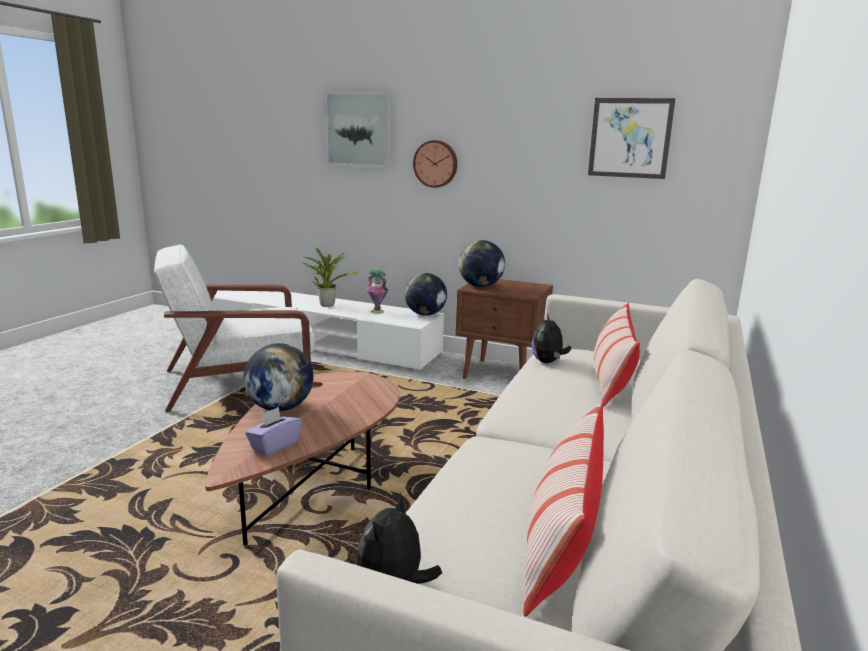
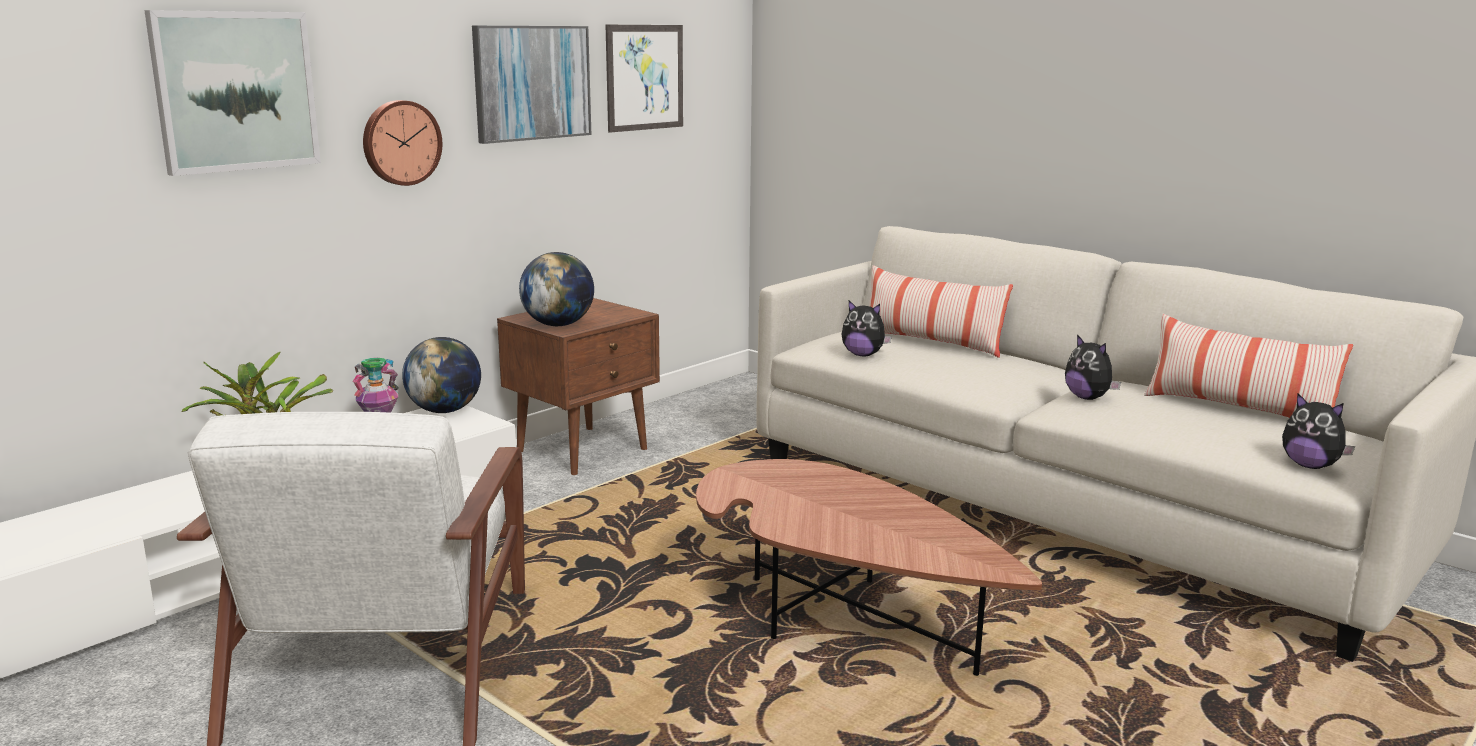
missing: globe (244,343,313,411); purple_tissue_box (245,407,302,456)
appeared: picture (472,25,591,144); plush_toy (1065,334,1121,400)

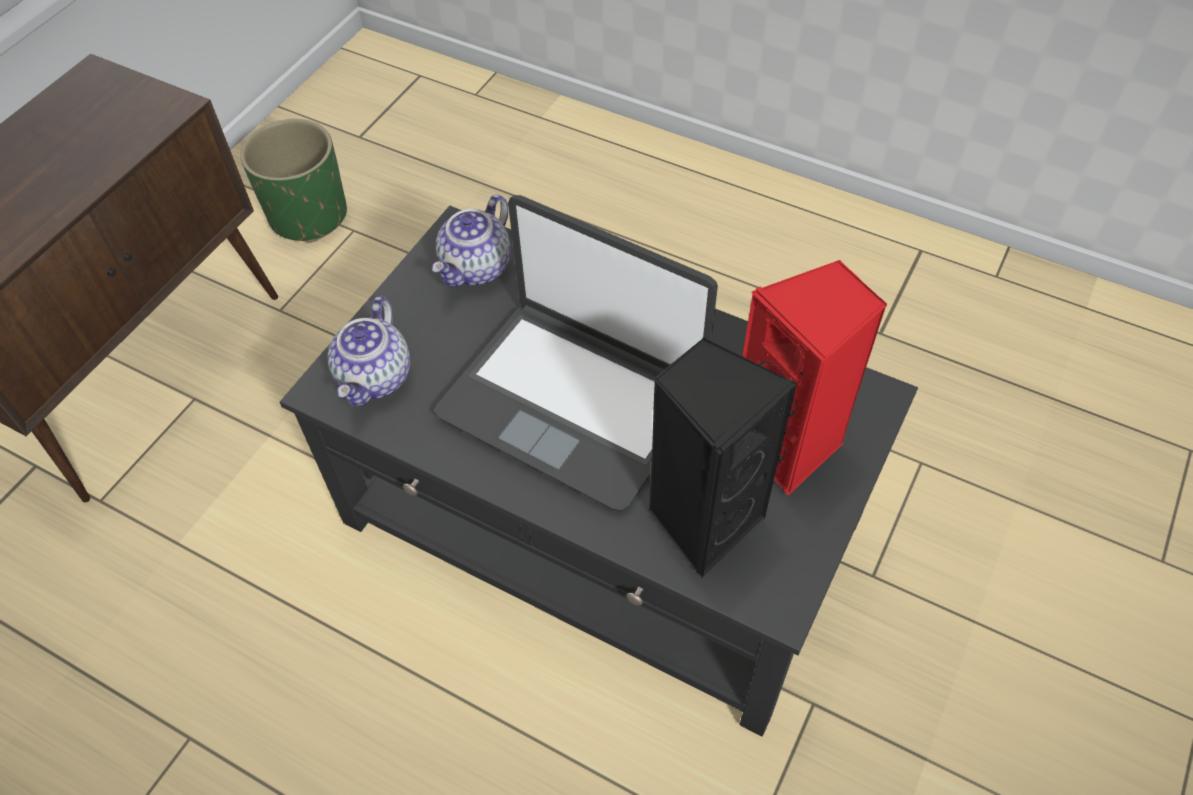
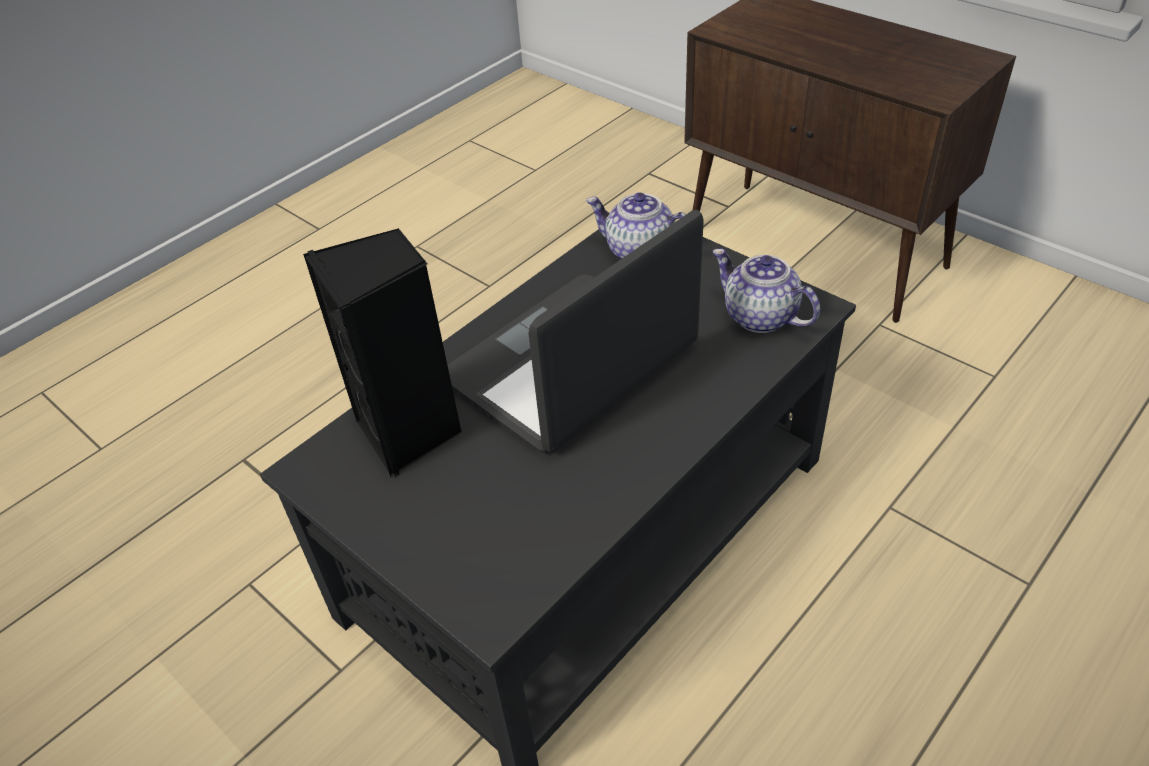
missing: green_planter (240,119,347,243); red_speaker (742,260,887,496)

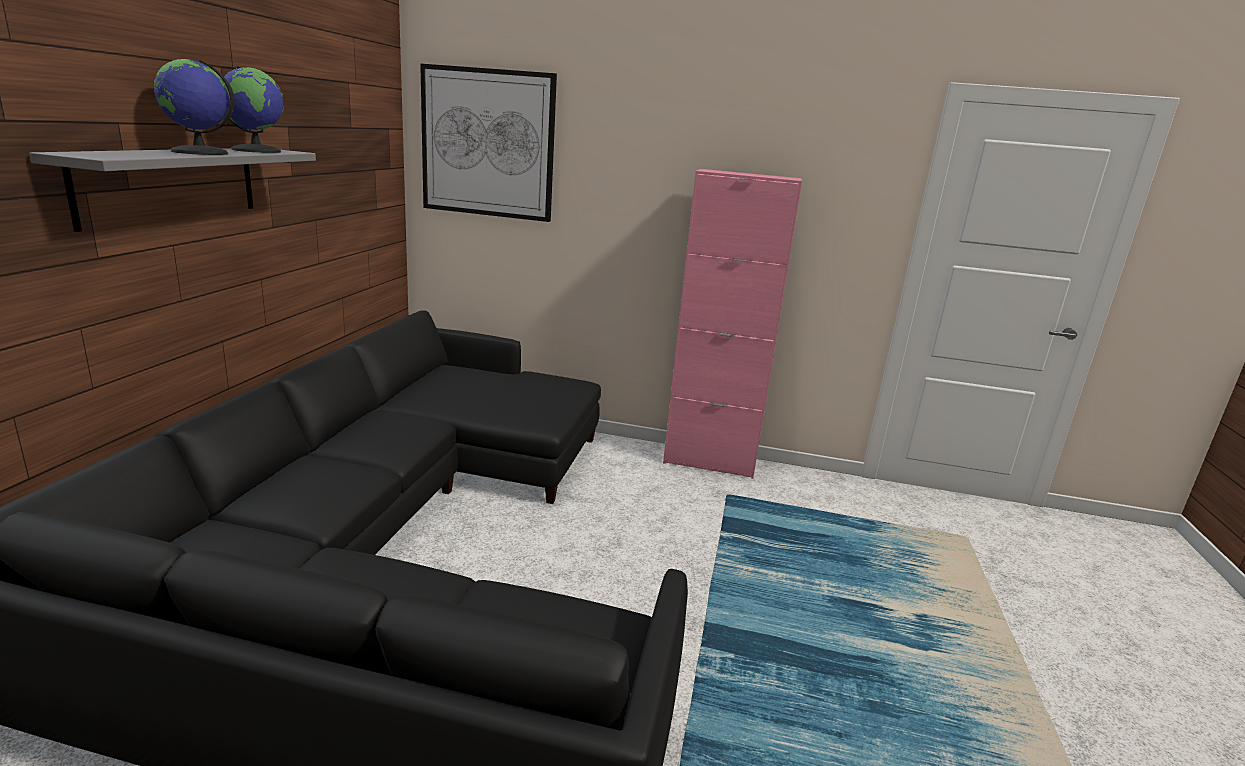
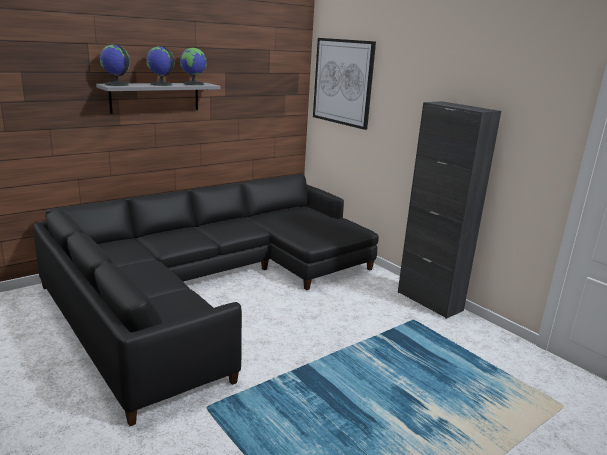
appeared: globe (100,45,130,86)
colour: pink_cabinet (663,169,802,479) to black_cabinet (398,101,501,319)

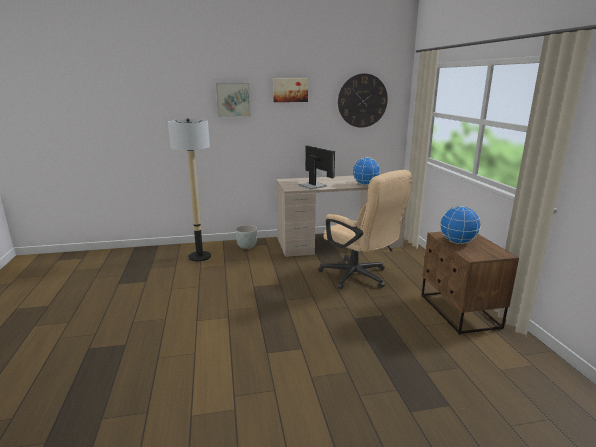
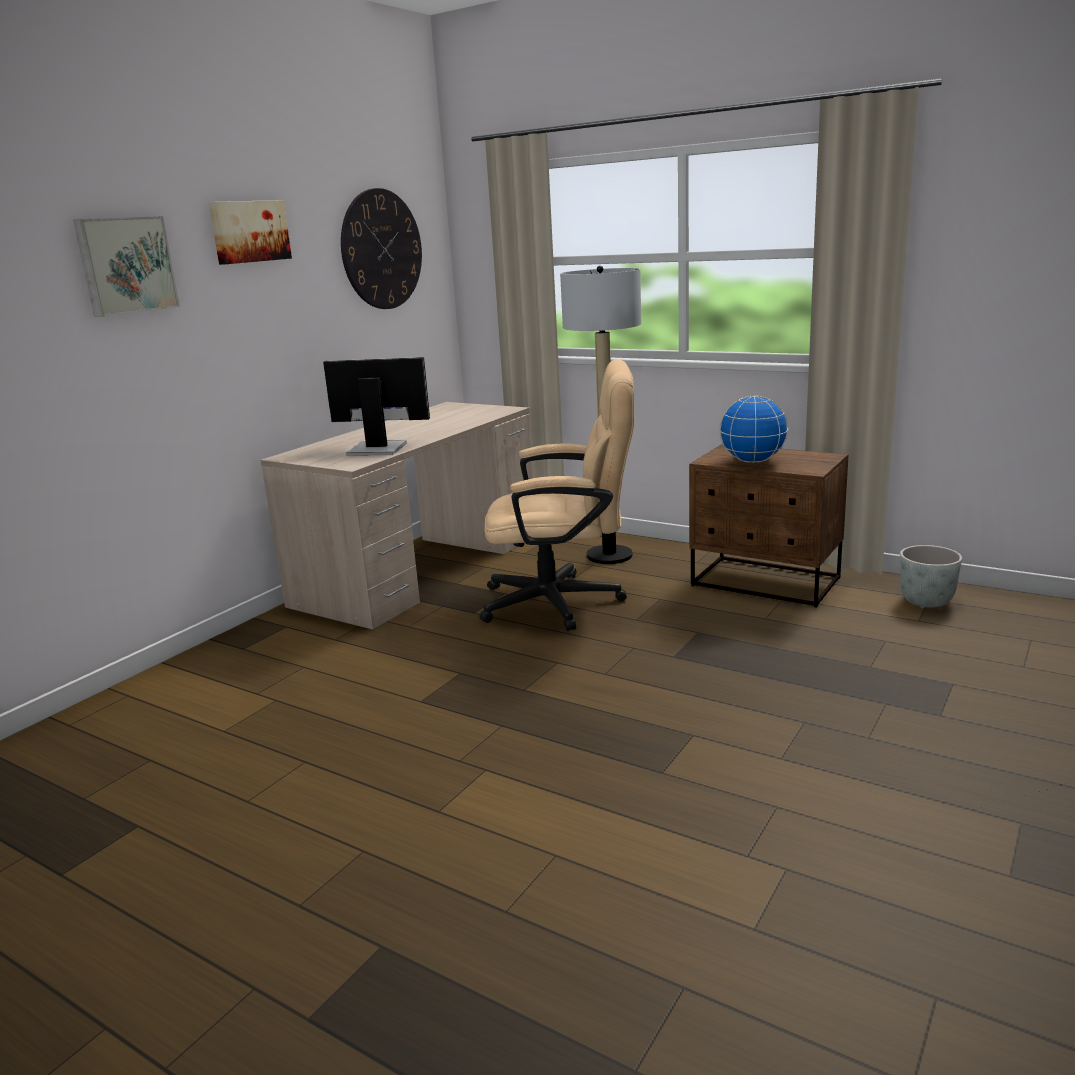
missing: globe (353,157,380,185)
relocated: floor_lamp (168,118,211,262) to (560,266,641,564); grey_planter (235,225,257,249) to (900,545,962,607)

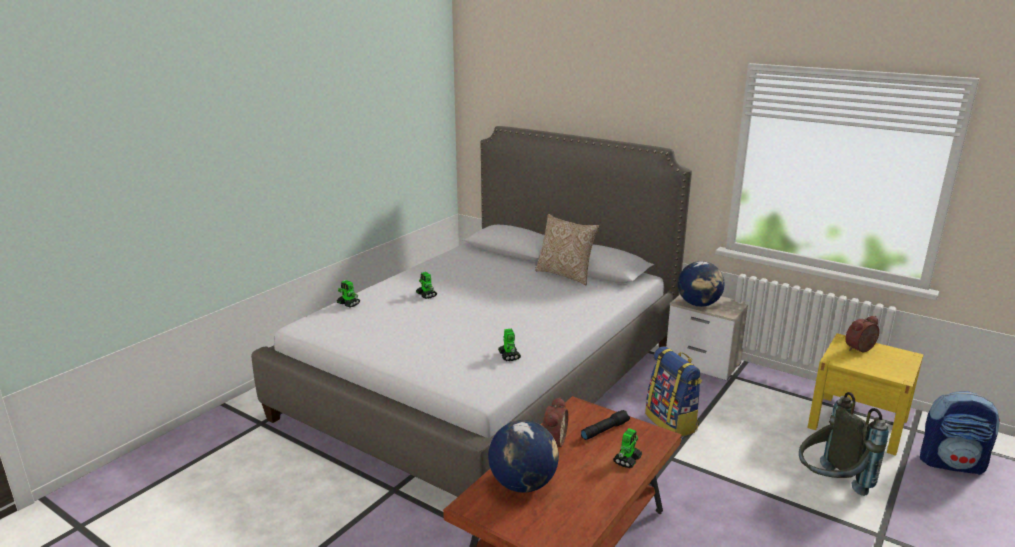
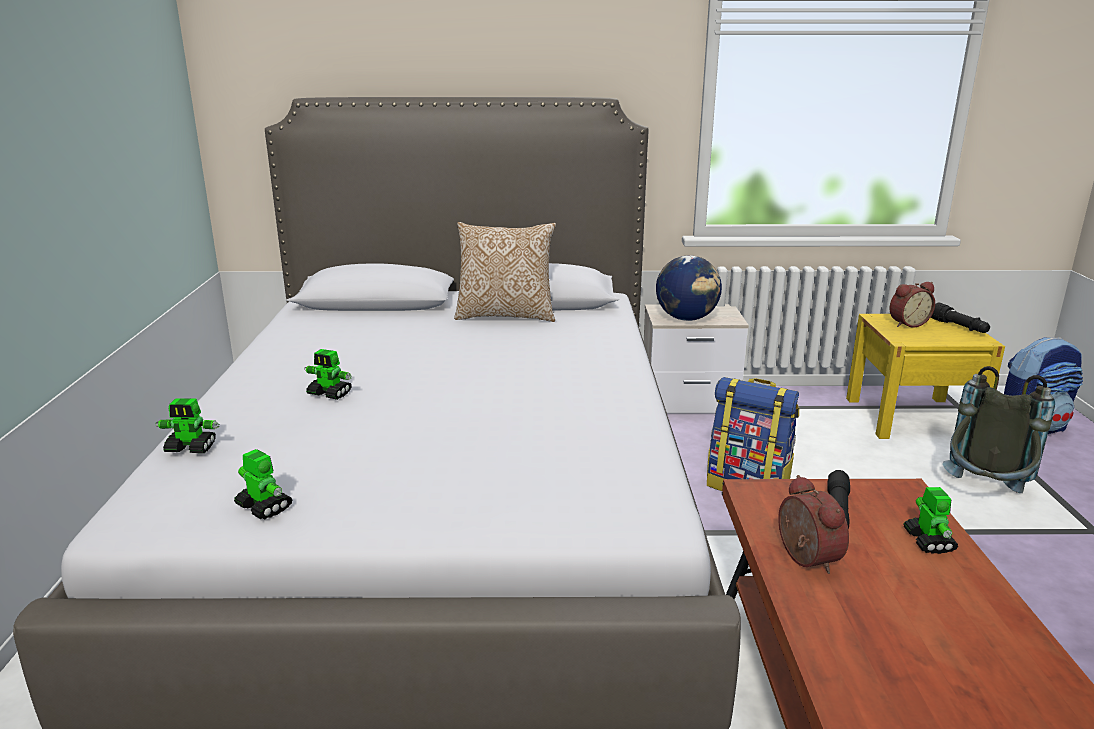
missing: globe (488,420,559,493)
appeared: black_flashlight (931,302,990,333)
relocated: toy_robot (498,329,521,361) to (234,449,292,520)
spun: alarm_clock (845,316,879,352) = (890,282,935,328) 135 degrees counterclockwise

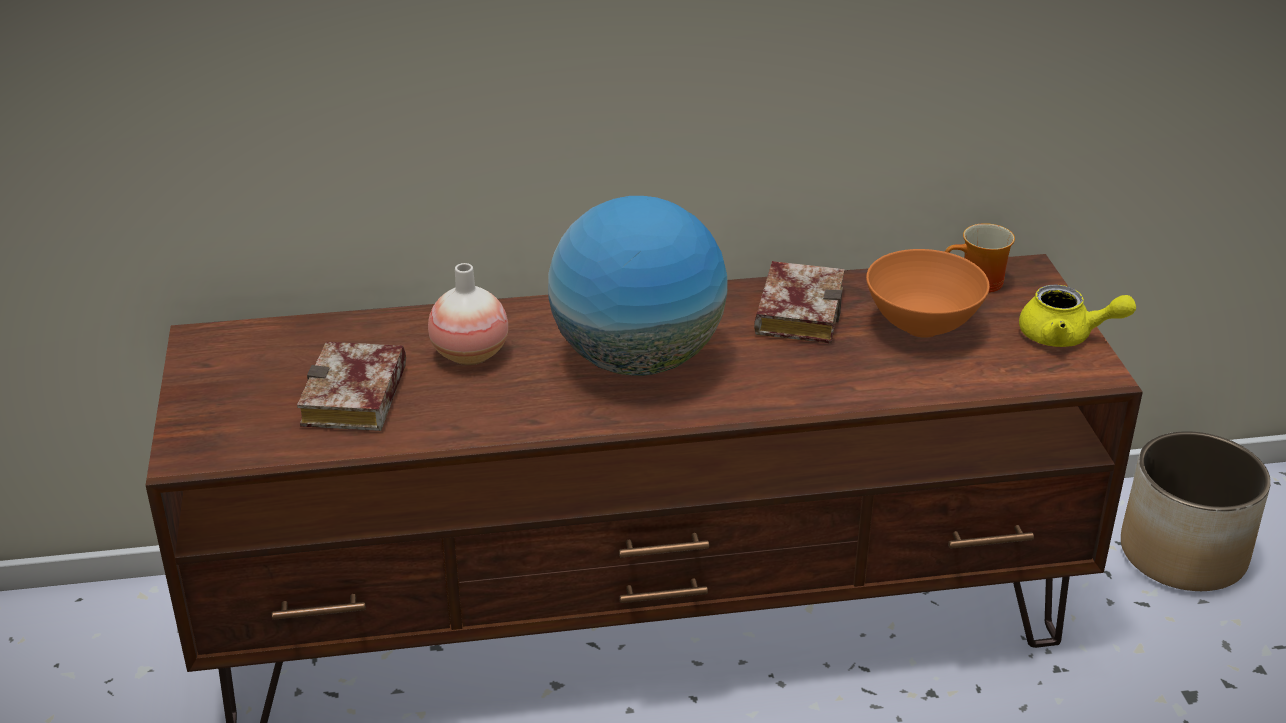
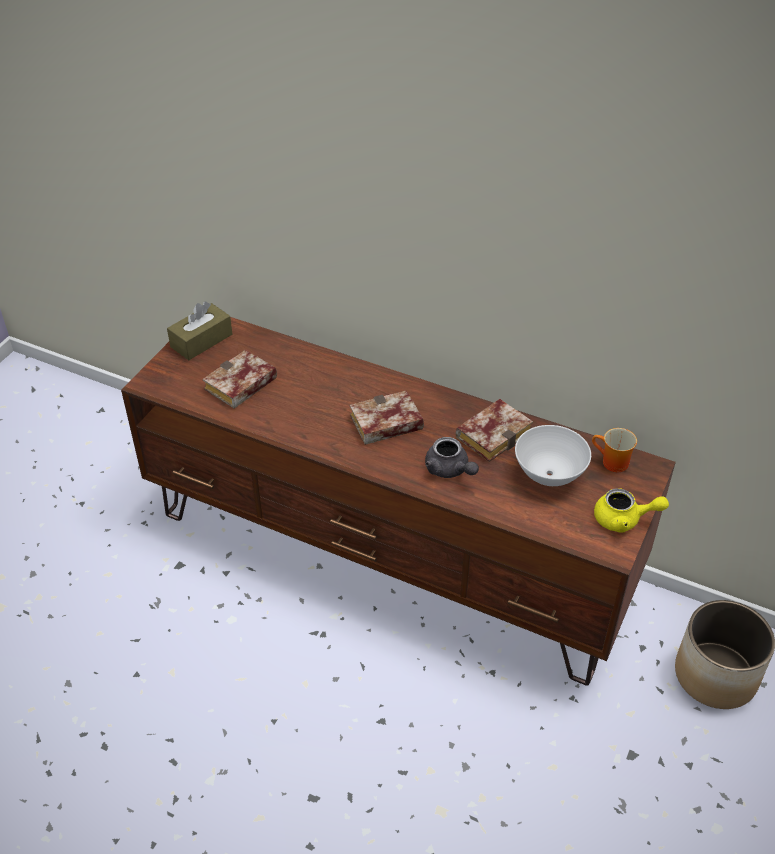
missing: vase (428,263,508,365)
appeared: brown_tissue_box (167,301,232,360); grey_teapot (425,437,479,478)
exchanged: globe (548,196,728,376) to book (350,390,424,445)
colour: orange_bowl (866,249,990,338) to white_bowl (515,425,591,486)
spun: yellow_teapot (1019,284,1136,347) = (594,488,669,533) 45 degrees counterclockwise

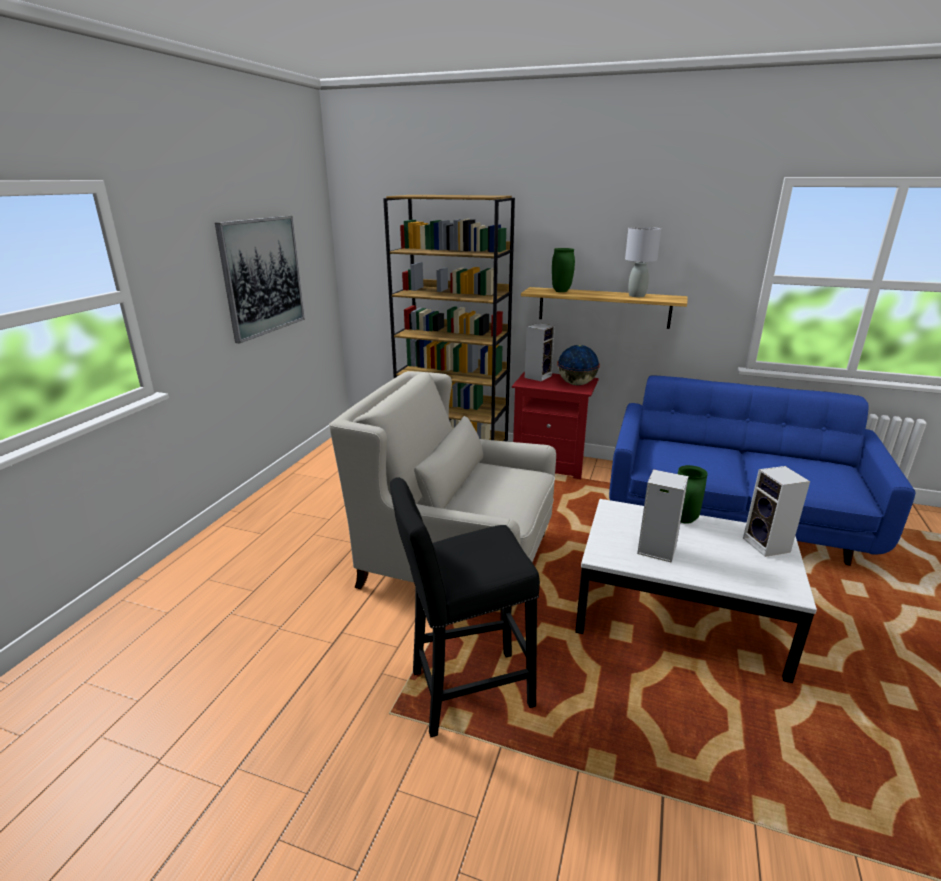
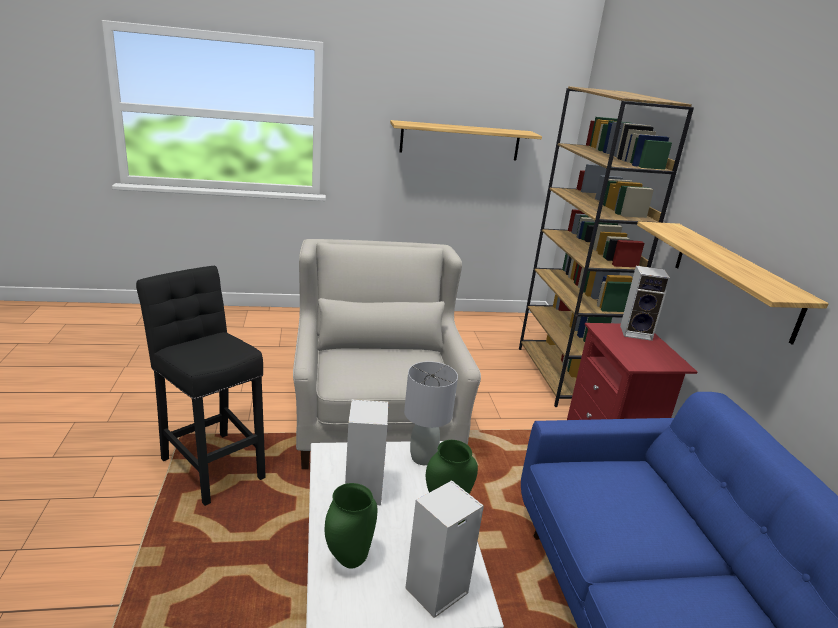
missing: globe (557,345,600,385)
relocated: green_vase (552,248,575,292) to (325,483,377,569); grey_table_lamp (625,227,661,297) to (404,361,458,465)
exchanged: picture (215,216,305,344) to shelf (390,120,542,160)

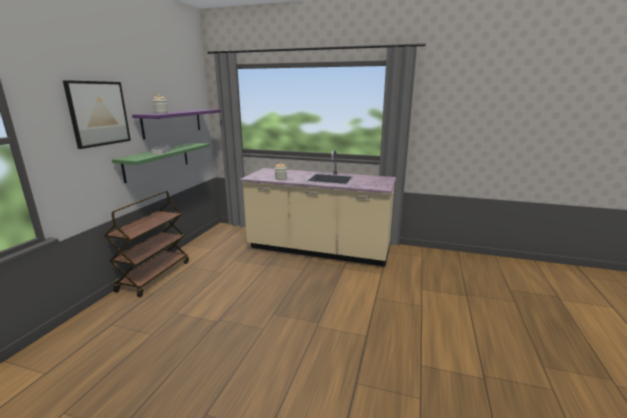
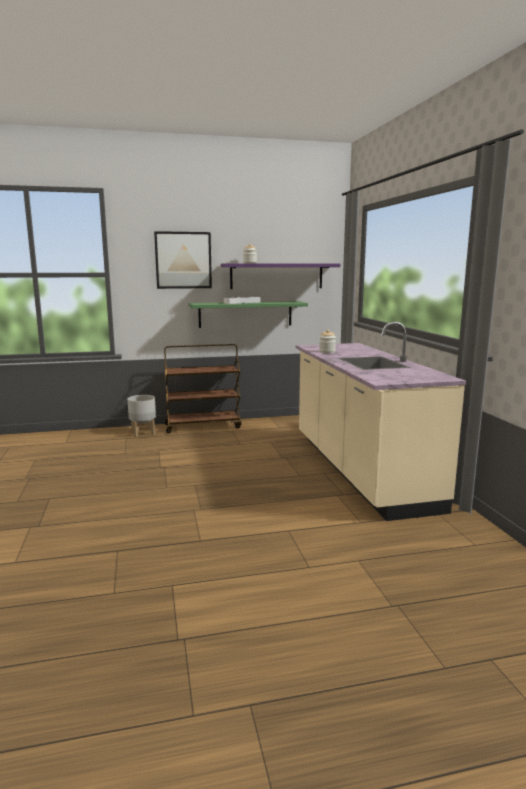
appeared: grey_planter (128,395,156,437)

